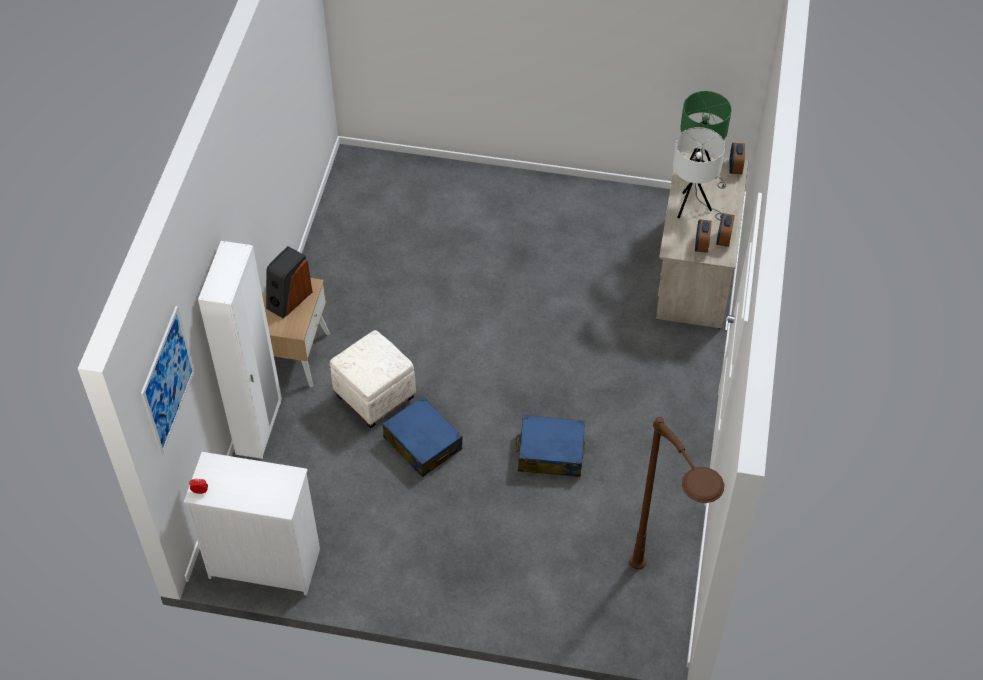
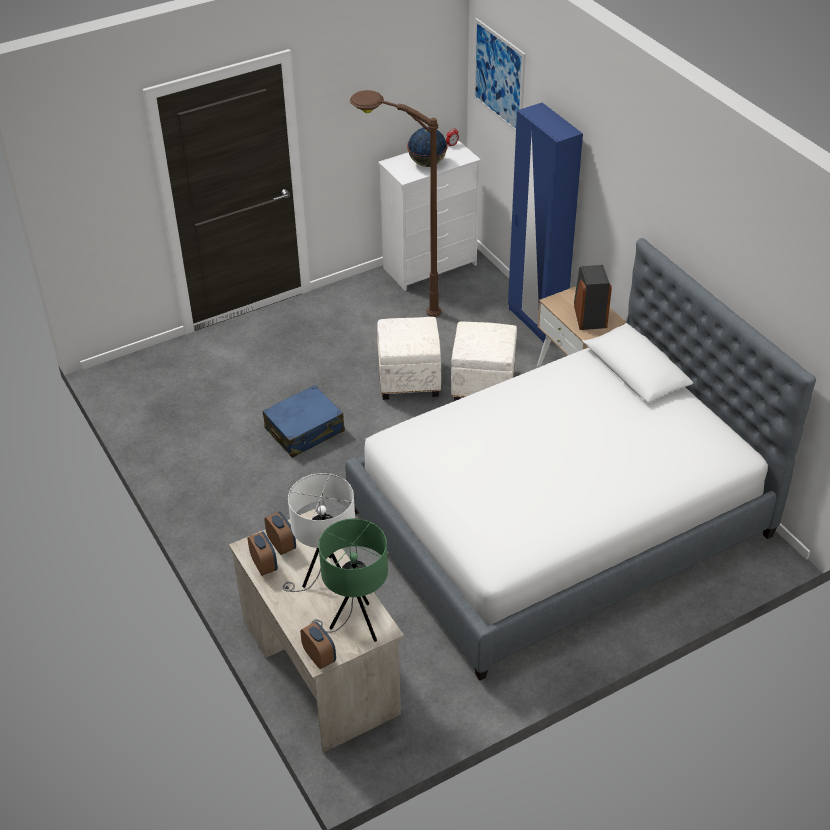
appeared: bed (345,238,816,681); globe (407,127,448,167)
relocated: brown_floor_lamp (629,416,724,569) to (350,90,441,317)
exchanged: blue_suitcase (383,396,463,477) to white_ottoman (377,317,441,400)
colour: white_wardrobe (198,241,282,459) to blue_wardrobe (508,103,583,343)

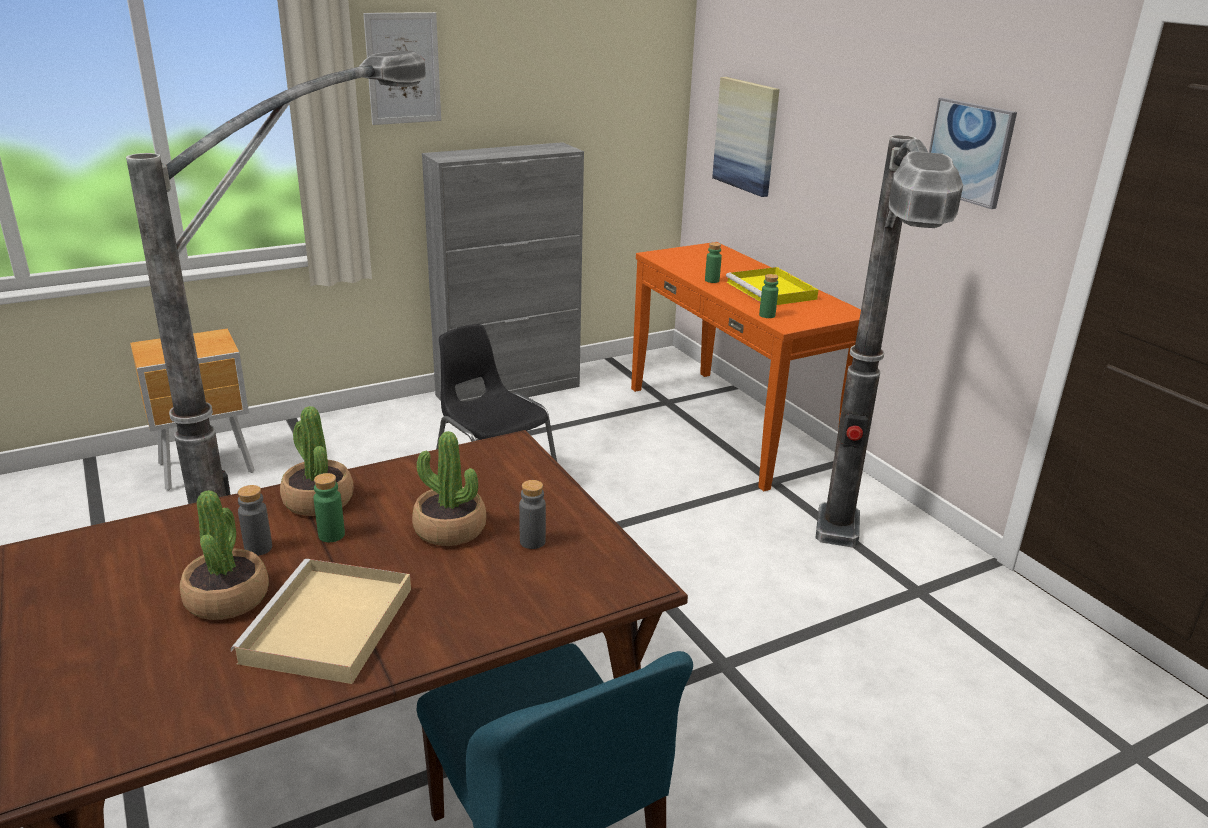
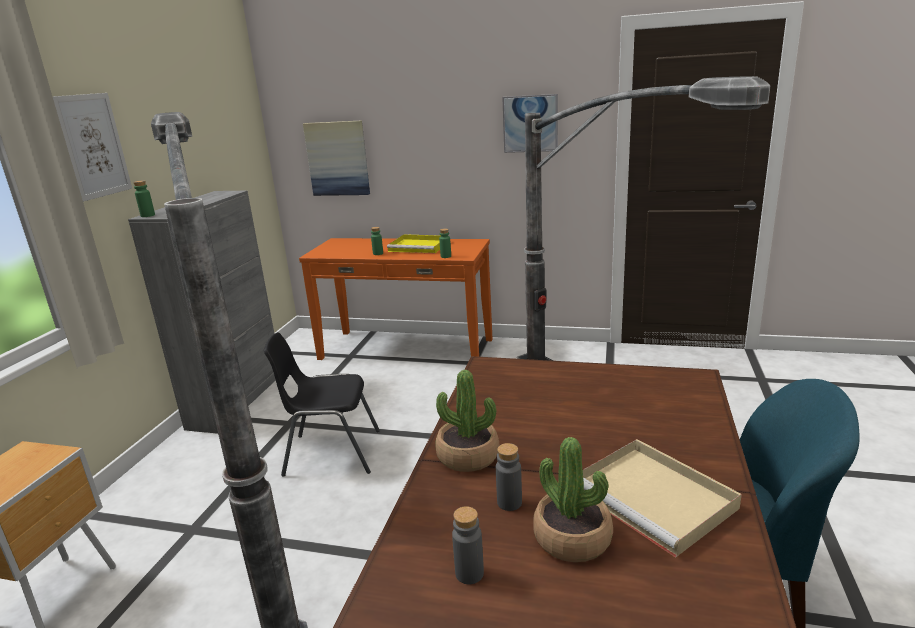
missing: potted_plant (412,431,486,546)
relocated: green_bottle (314,473,345,542) to (133,180,155,217); grey_bottle (519,480,546,549) to (452,506,484,584)

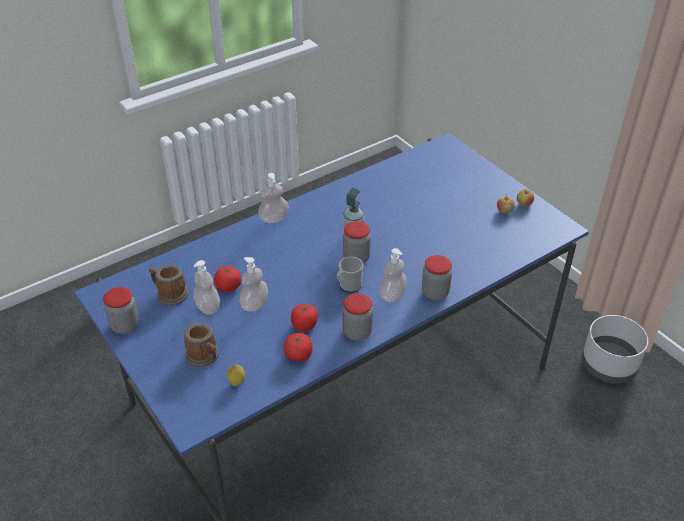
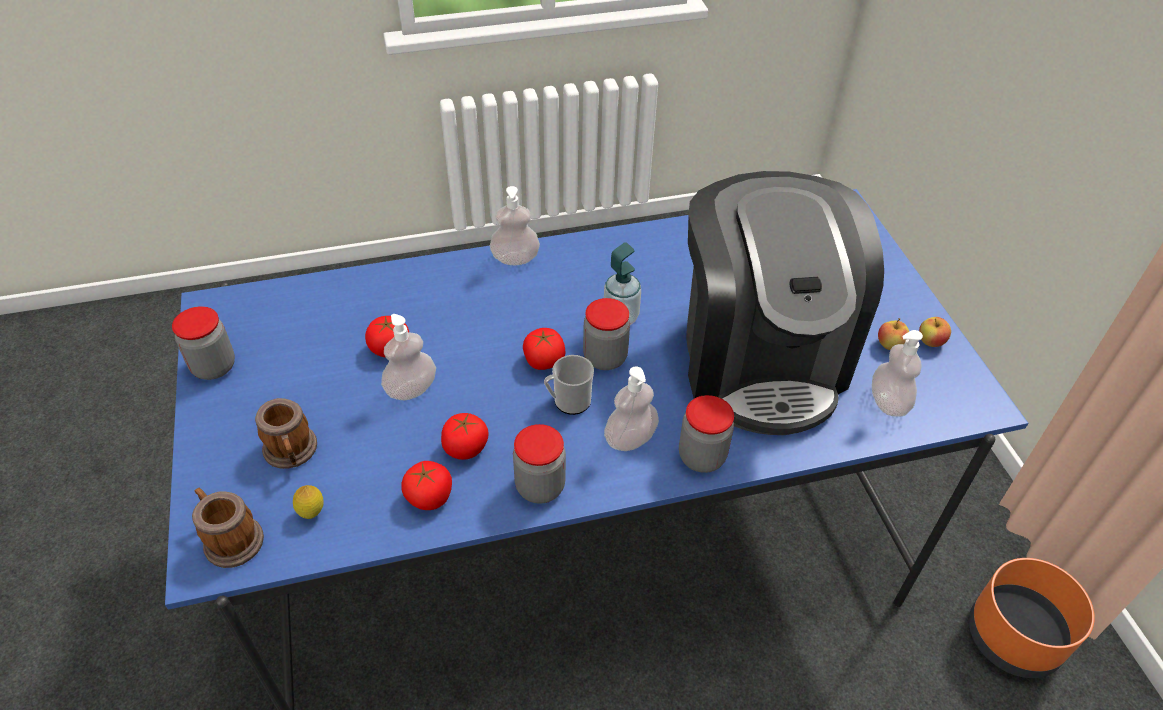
appeared: tomato (523,328,565,370); coffee_machine (686,171,884,435)
relocated: mug (149,264,188,306) to (192,488,264,568); soap_dispenser (193,260,220,315) to (872,330,923,417)
colour: grey_planter (582,315,648,384) to orange_planter (969,558,1095,678)

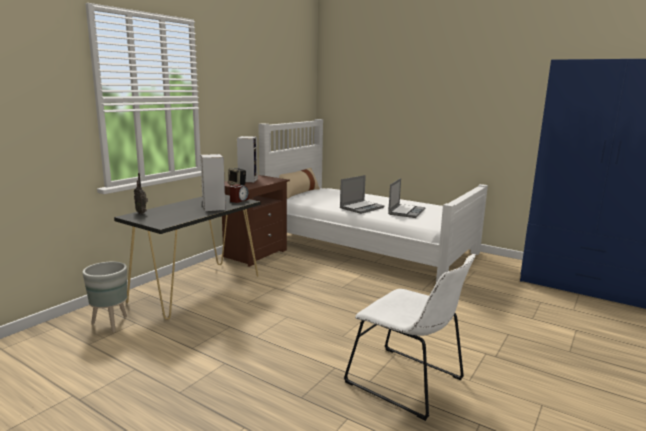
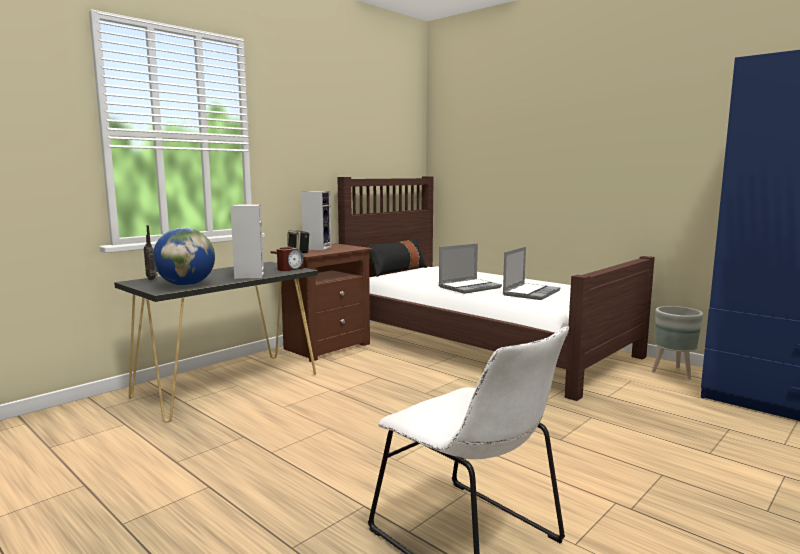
appeared: globe (153,228,215,286)
relocated: grey_planter (82,262,127,332) to (652,306,703,380)
colour: white_bed (258,119,488,283) to brown_bed (337,176,655,401); beige_pillow (279,168,320,199) to black_pillow (367,239,427,277)

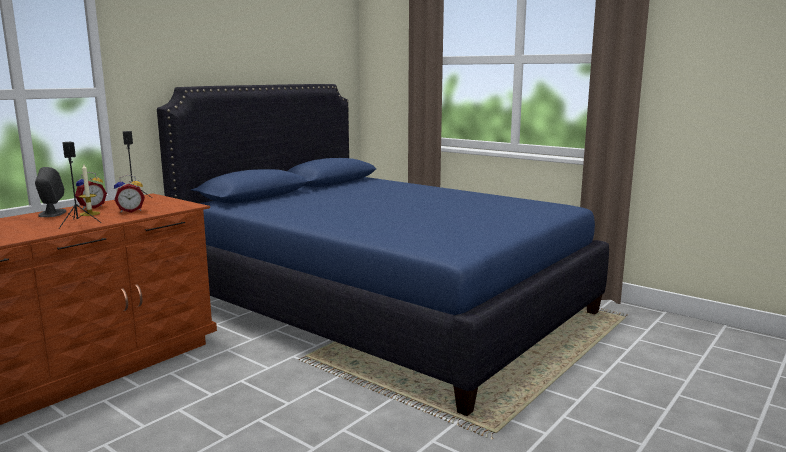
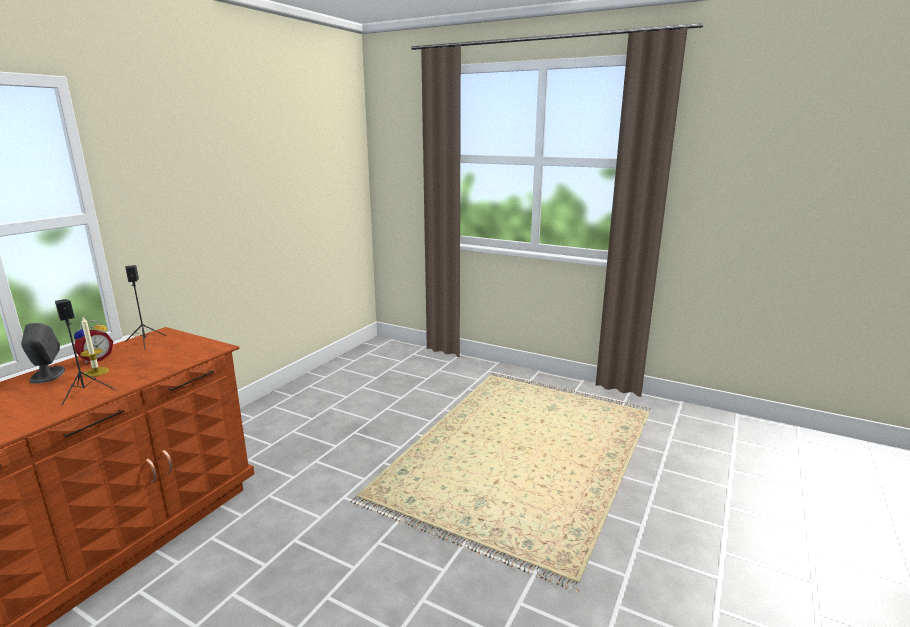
missing: alarm_clock (114,175,145,213); blue_bed (157,84,609,416)

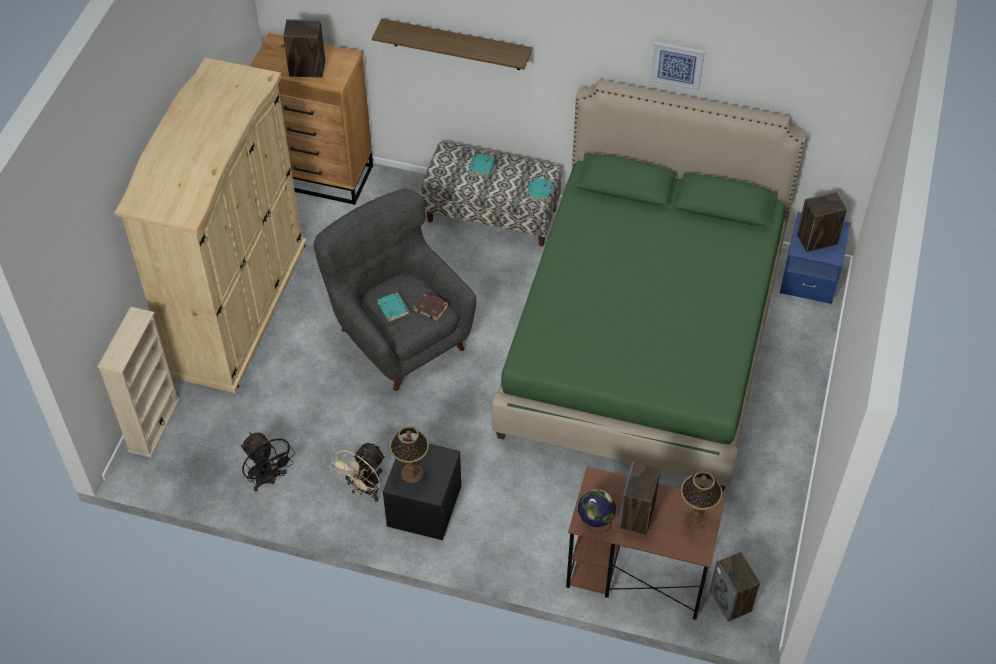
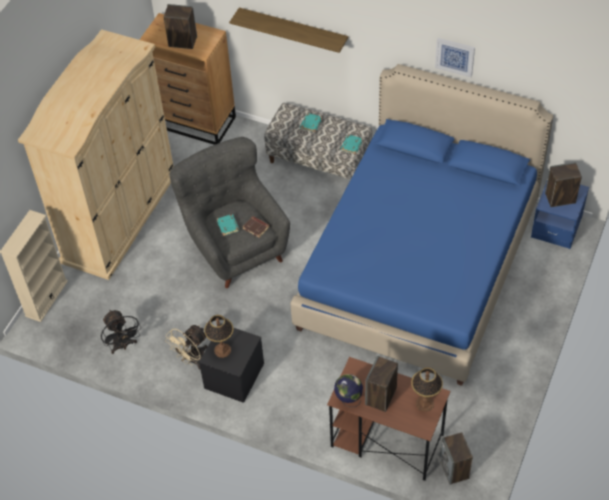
colour: green_bed (492,80,807,491) to blue_bed (291,64,554,386)

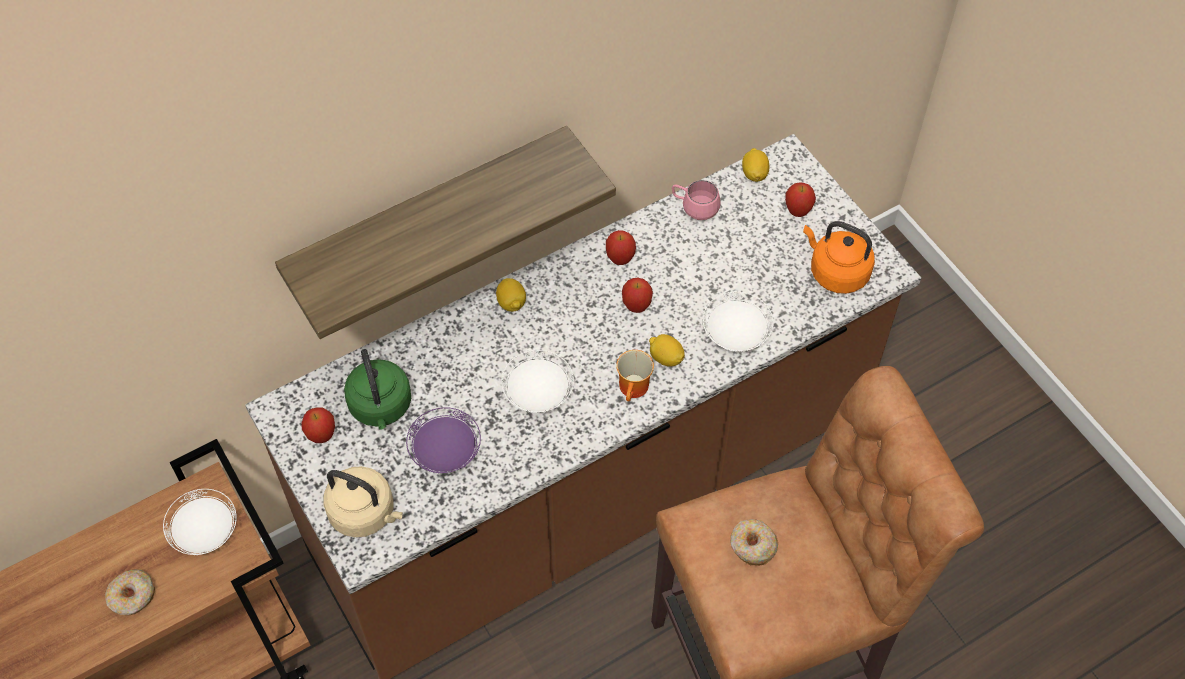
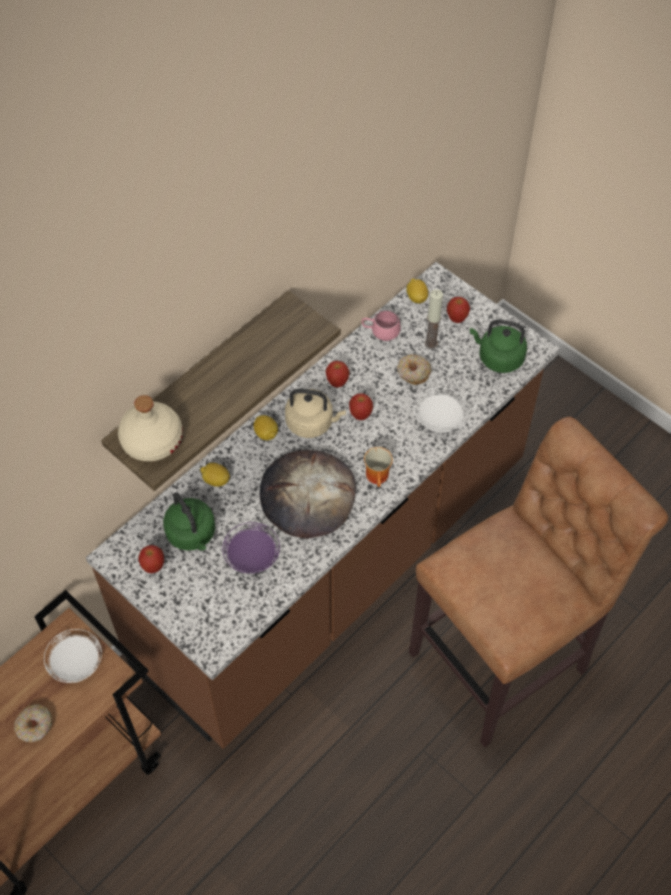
appeared: beige_bottle (118,395,183,461); candle (425,289,443,349)
relocated: lemon (649,334,685,366) to (200,463,230,487); beige_kettle (323,466,403,537) to (285,389,346,438); donut (730,519,778,566) to (397,355,432,385)
exchanged: white_plate (501,350,574,413) to bread (260,450,356,539)
colour: orange_kettle (803,221,875,294) to green_kettle (470,319,527,373)

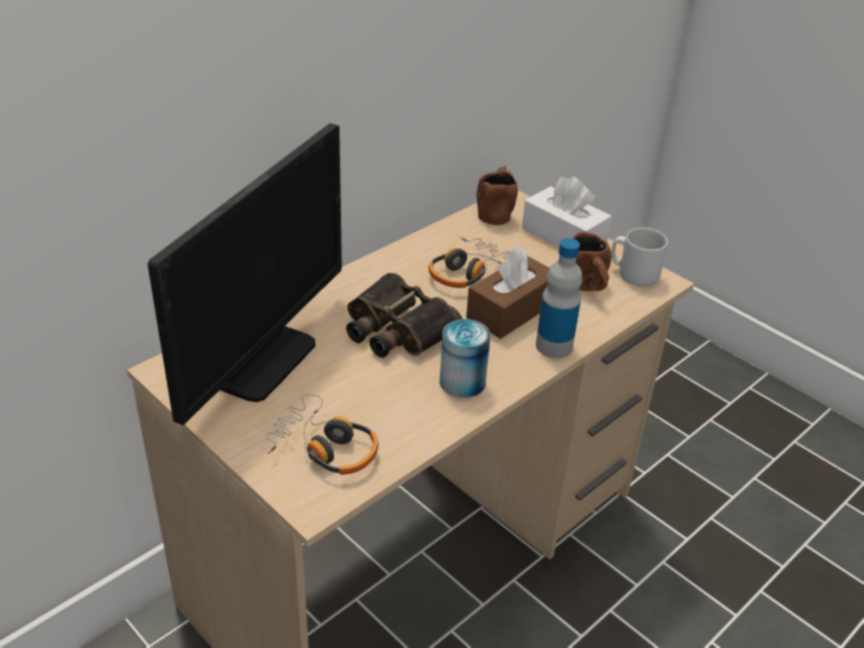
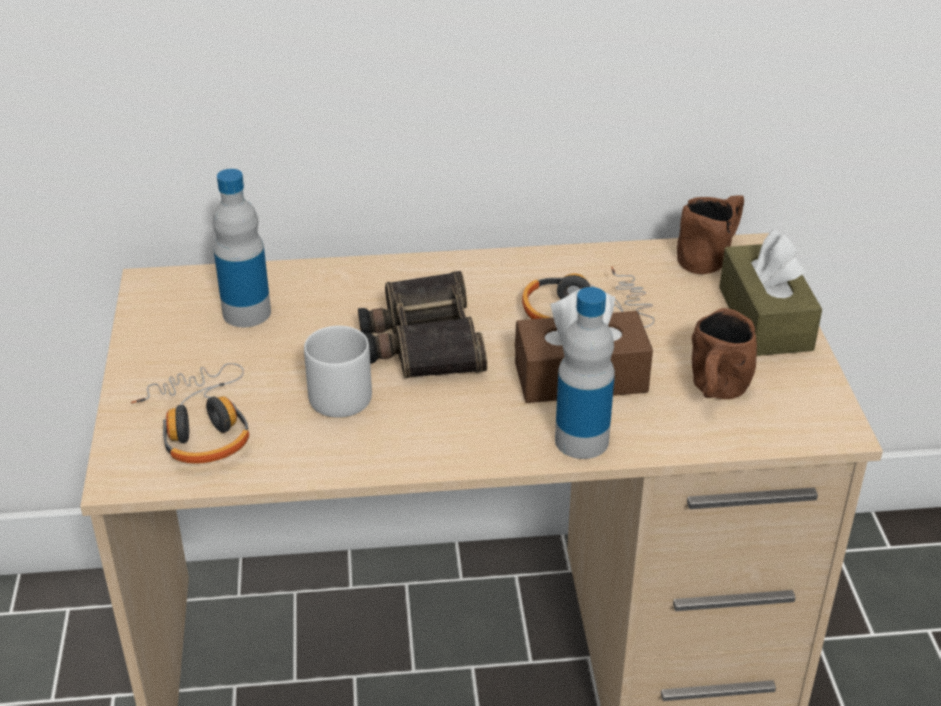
missing: can (440,319,491,398)
relocated: grey_mug (611,228,668,286) to (304,326,372,418)
exchanged: monitor (148,123,342,425) to bottle (212,169,271,327)
colour: white_tissue_box (522,177,612,248) to brown_tissue_box (719,229,822,356)

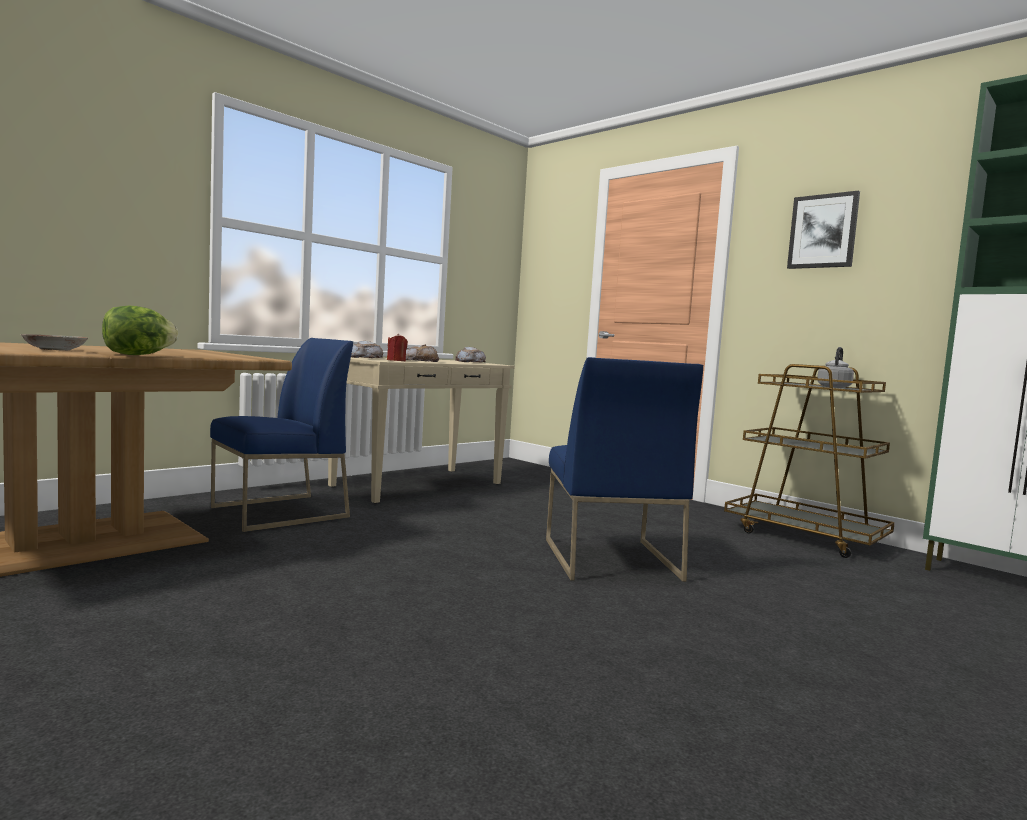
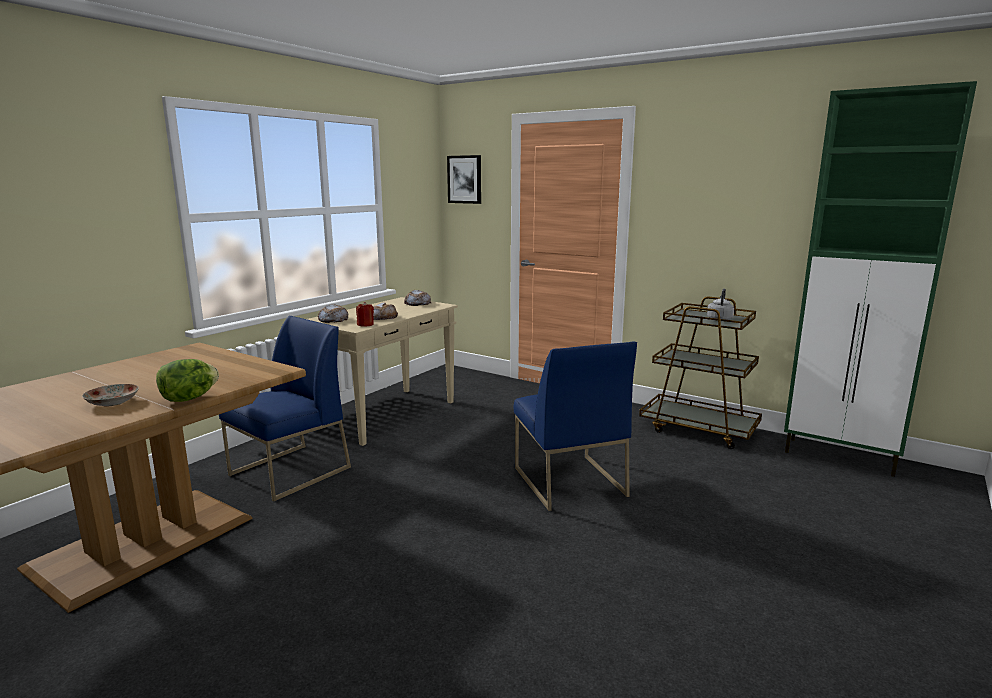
relocated: picture (787,191,860,269) to (447,155,481,204)

